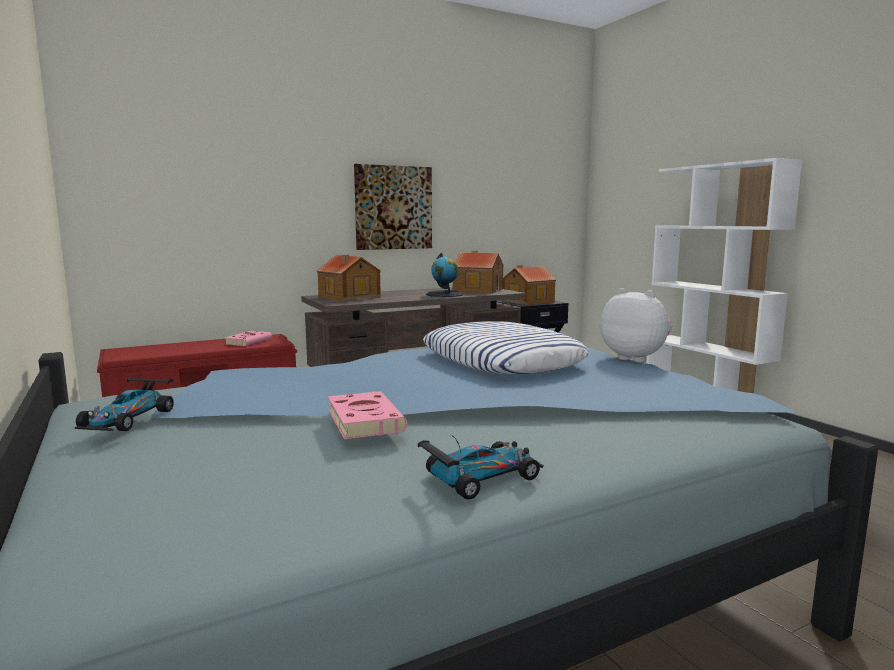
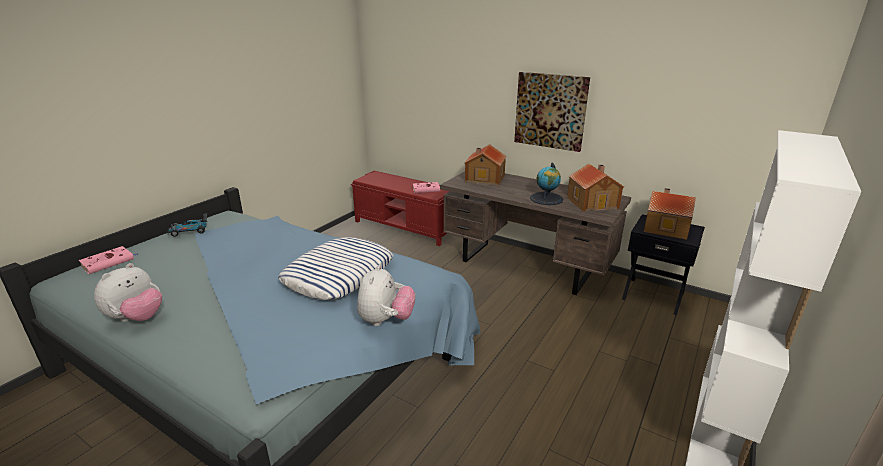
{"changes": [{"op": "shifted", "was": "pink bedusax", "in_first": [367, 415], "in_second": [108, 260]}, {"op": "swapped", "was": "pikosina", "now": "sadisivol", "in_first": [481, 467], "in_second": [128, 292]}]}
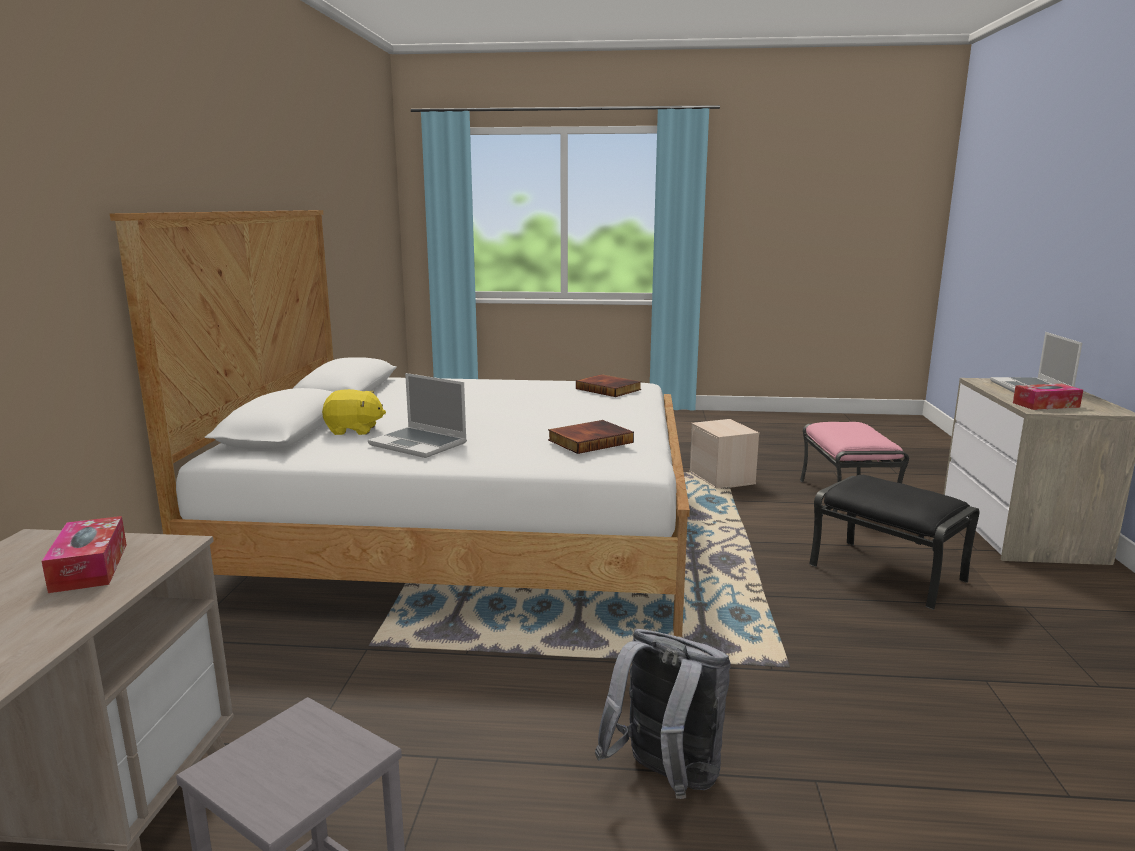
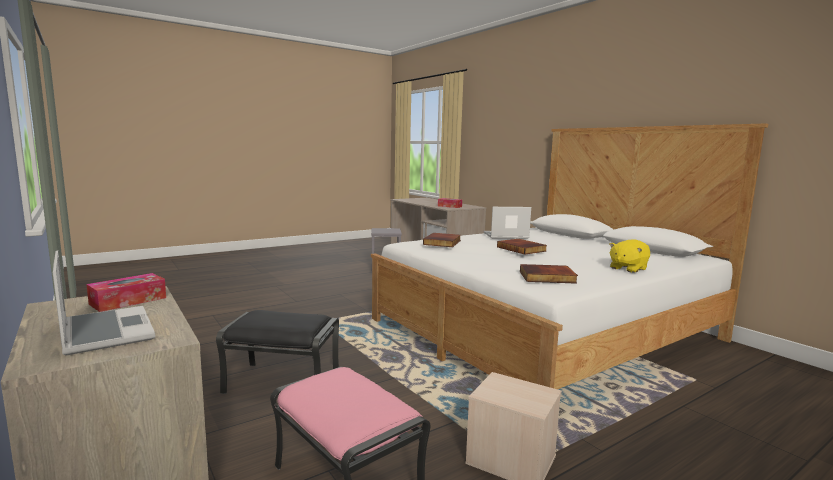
{"changes": [{"op": "new", "now": "bedusax", "in_second": [522, 247]}, {"op": "shifted", "was": "yellow sadisivol", "in_first": [354, 412], "in_second": [629, 256]}, {"op": "gone", "was": "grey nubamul", "in_first": [663, 714]}]}
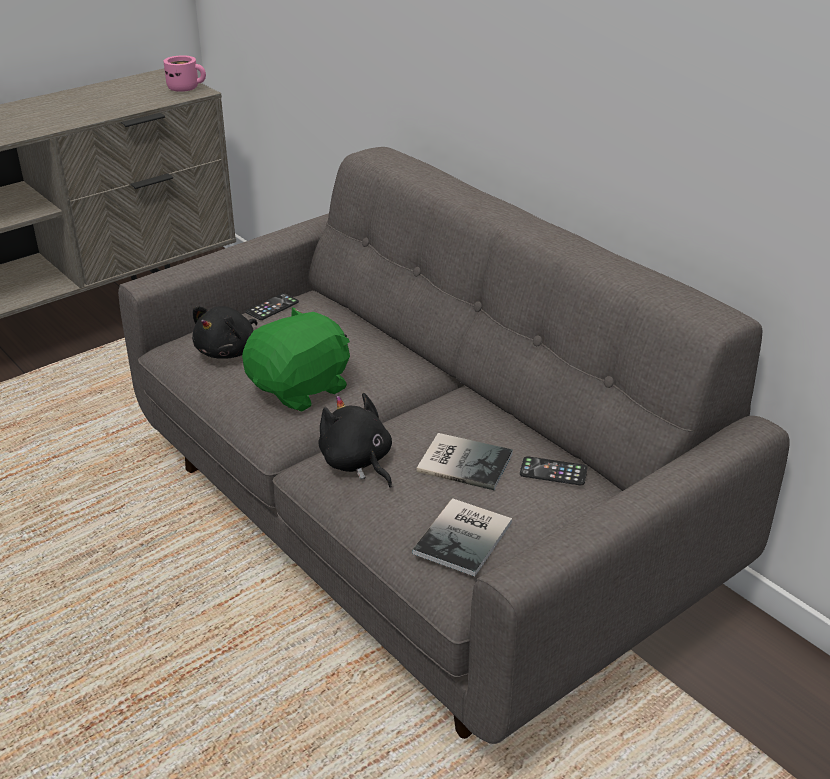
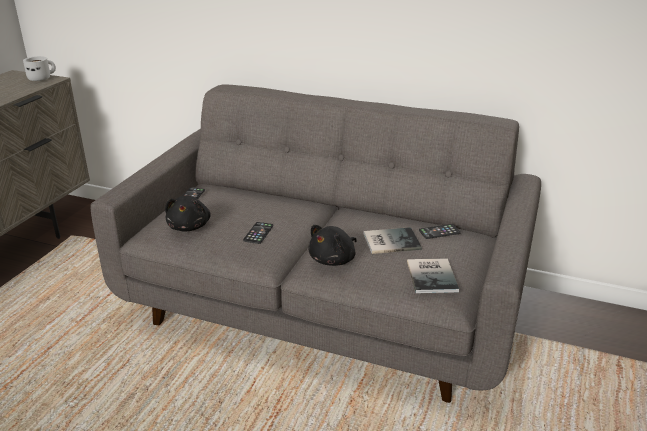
{"changes": [{"op": "repainted", "was": "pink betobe", "now": "white betobe", "in_first": [184, 73], "in_second": [39, 68]}, {"op": "swapped", "was": "green sadisivol", "now": "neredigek", "in_first": [296, 359], "in_second": [258, 233]}, {"op": "rotated", "was": "black sadisivol", "in_first": [355, 440], "in_second": [332, 245], "clockwise": -75}]}
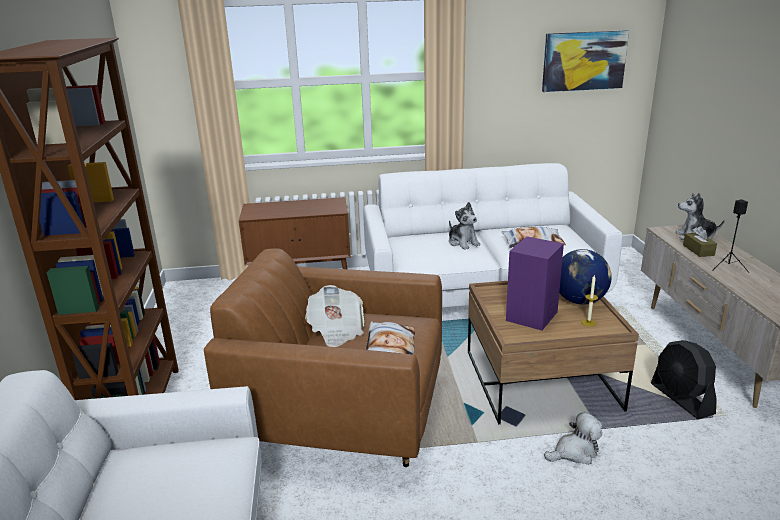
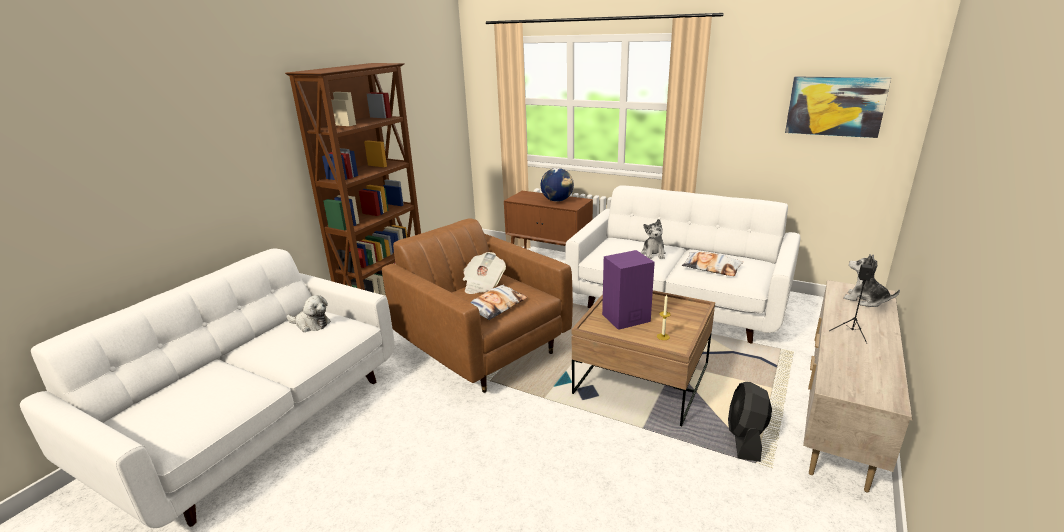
{"changes": [{"op": "shifted", "was": "sadisivol", "in_first": [573, 438], "in_second": [308, 313]}, {"op": "shifted", "was": "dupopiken", "in_first": [585, 276], "in_second": [557, 185]}, {"op": "gone", "was": "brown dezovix", "in_first": [700, 241]}]}
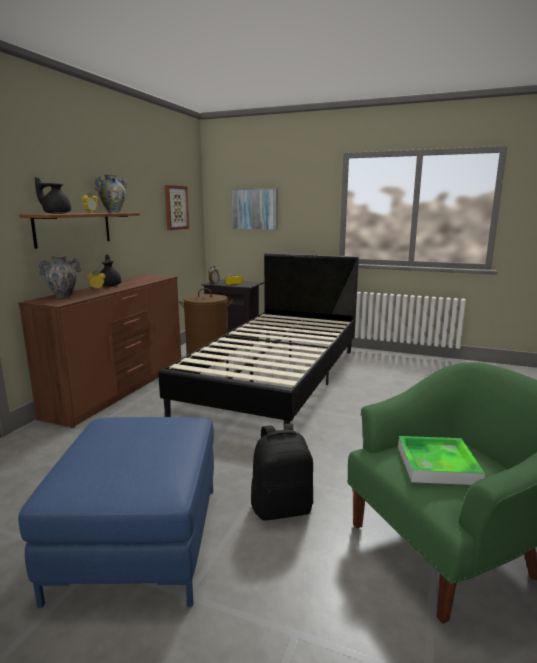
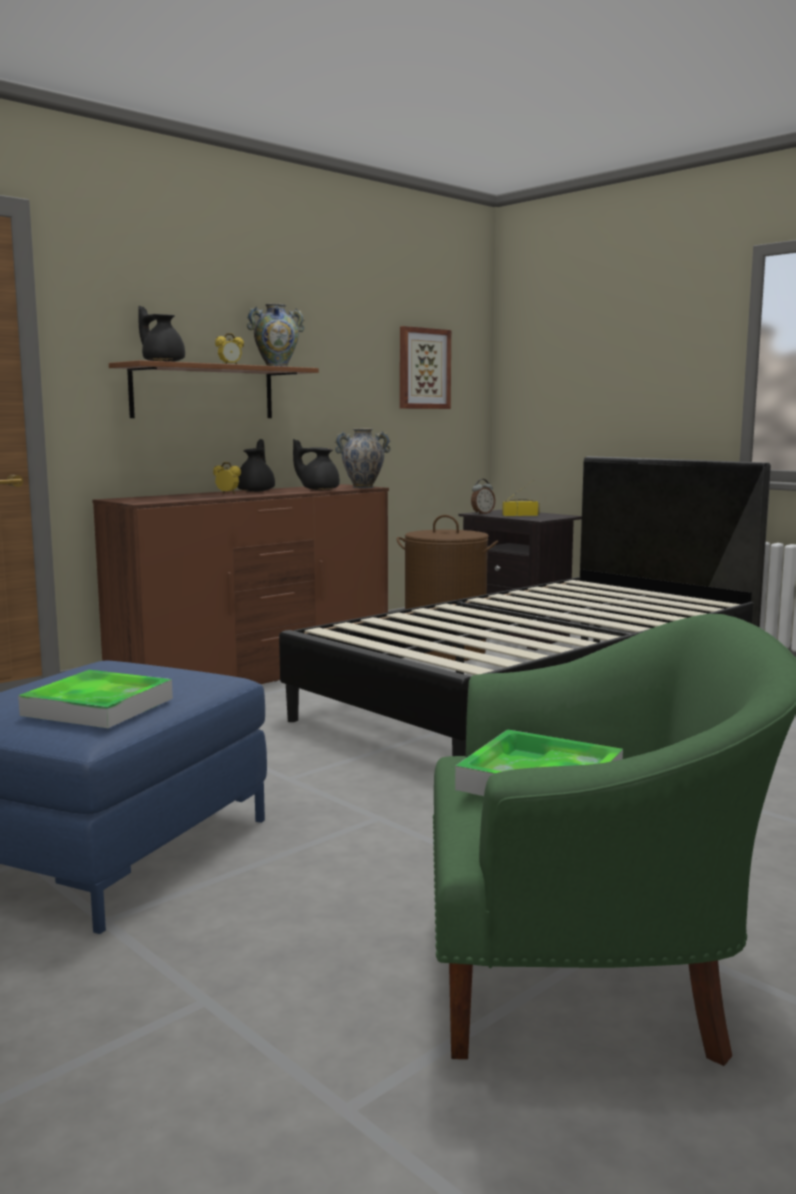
{"changes": [{"op": "new", "now": "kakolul", "in_second": [95, 699]}, {"op": "new", "now": "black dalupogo", "in_second": [316, 464]}, {"op": "shifted", "was": "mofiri", "in_first": [59, 277], "in_second": [363, 458]}, {"op": "gone", "was": "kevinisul", "in_first": [254, 209]}, {"op": "gone", "was": "black nubamul", "in_first": [282, 472]}]}
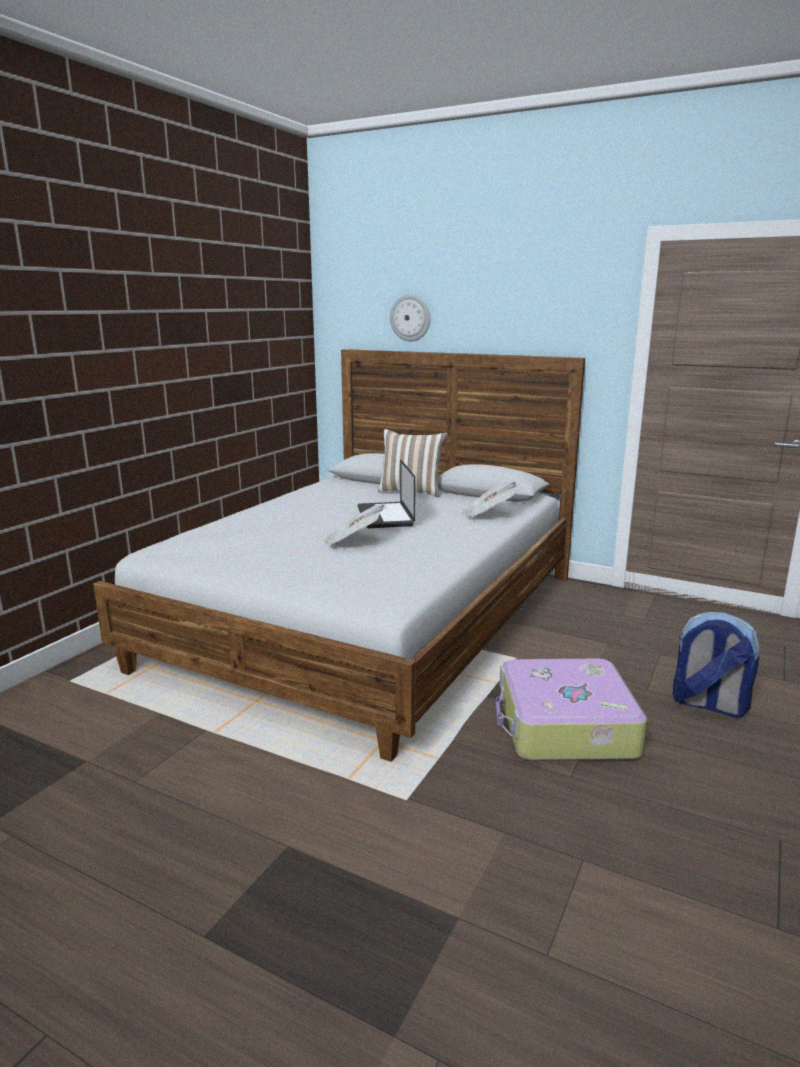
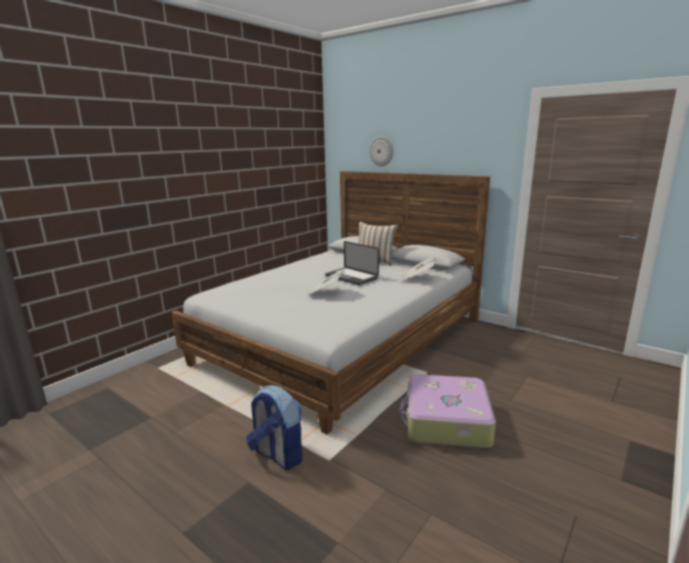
{"changes": [{"op": "shifted", "was": "nubamul", "in_first": [716, 665], "in_second": [274, 427]}, {"op": "rotated", "was": "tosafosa", "in_first": [386, 493], "in_second": [352, 263], "clockwise": -45}]}
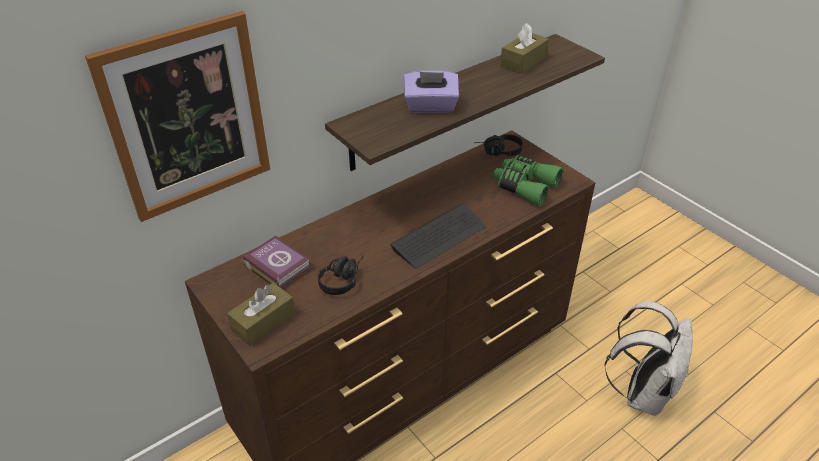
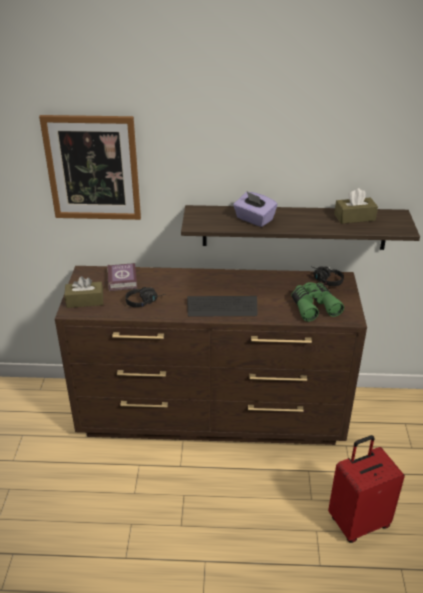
{"changes": [{"op": "swapped", "was": "white nubamul", "now": "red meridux", "in_first": [649, 358], "in_second": [366, 489]}]}
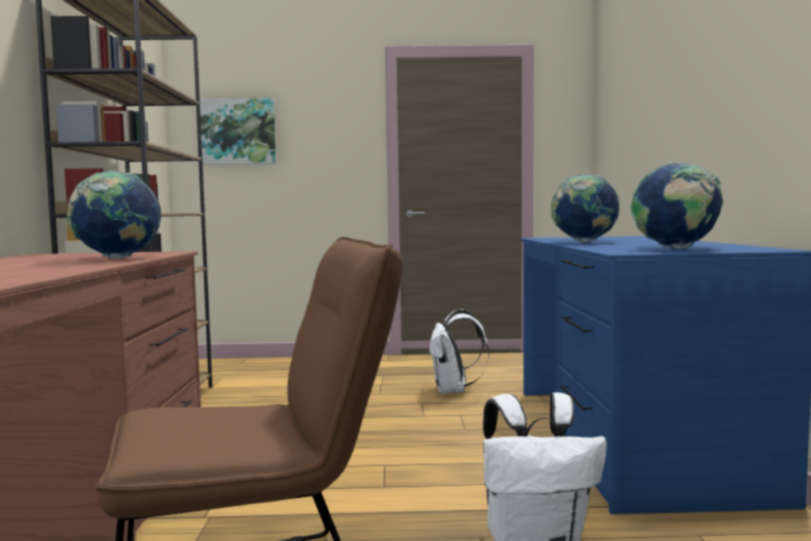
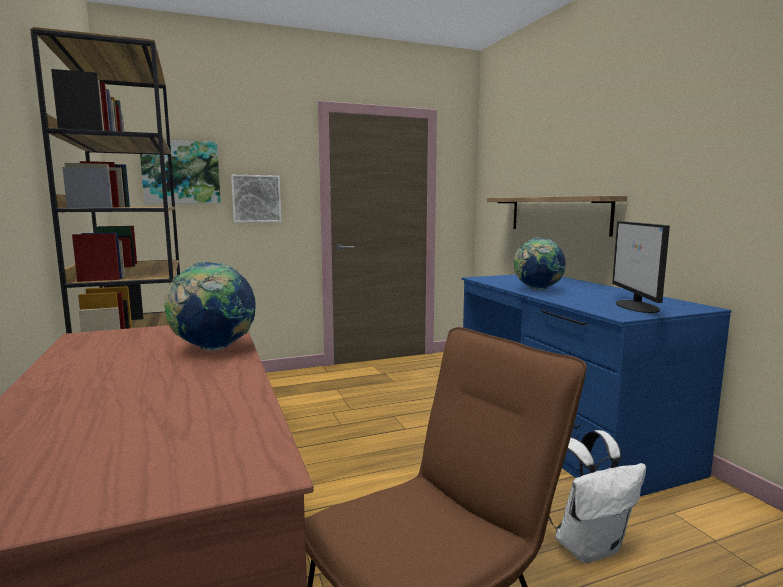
{"changes": [{"op": "new", "now": "kevinisul", "in_second": [256, 199]}, {"op": "new", "now": "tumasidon", "in_second": [557, 216]}, {"op": "swapped", "was": "dupopiken", "now": "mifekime", "in_first": [677, 205], "in_second": [641, 267]}, {"op": "gone", "was": "white nubamul", "in_first": [459, 351]}]}
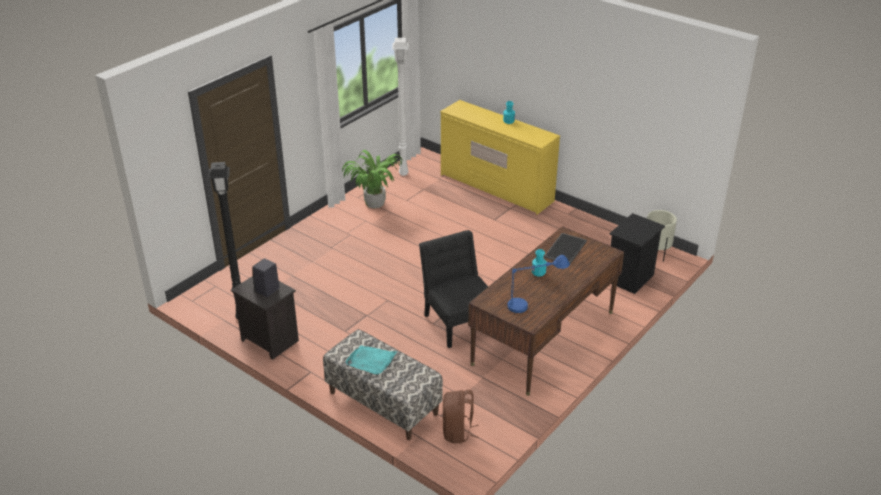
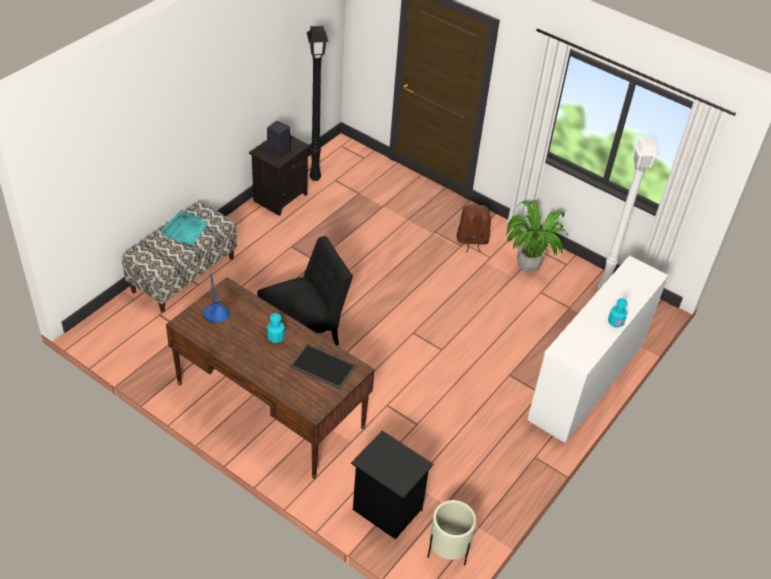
{"changes": [{"op": "shifted", "was": "brown nubamul", "in_first": [461, 416], "in_second": [474, 229]}, {"op": "repainted", "was": "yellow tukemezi", "now": "white tukemezi", "in_first": [500, 157], "in_second": [598, 349]}]}
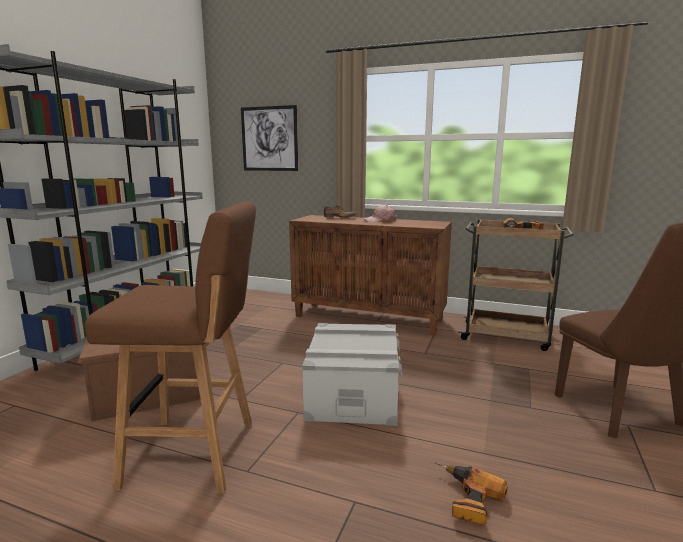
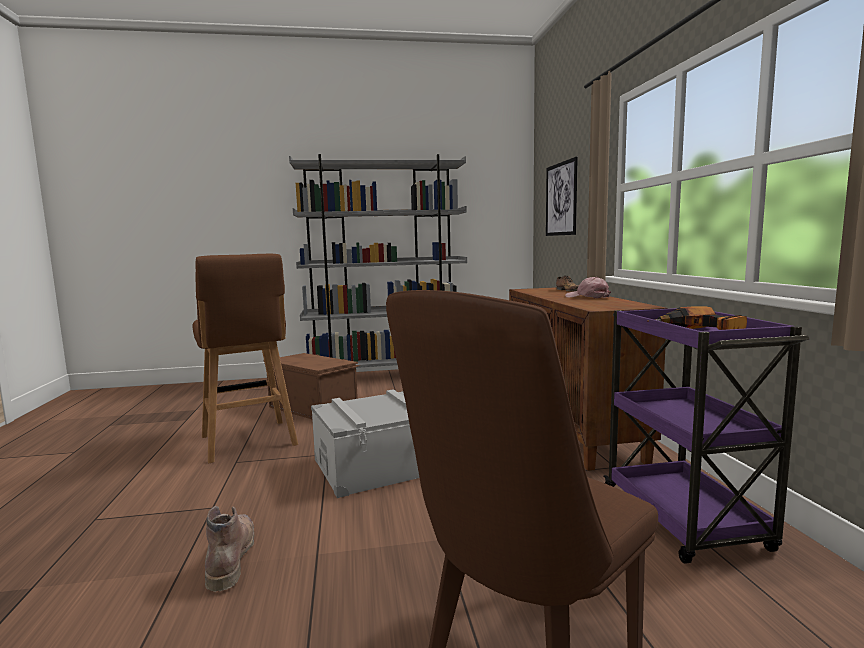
{"changes": [{"op": "swapped", "was": "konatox", "now": "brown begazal", "in_first": [471, 493], "in_second": [229, 549]}, {"op": "repainted", "was": "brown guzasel", "now": "purple guzasel", "in_first": [515, 285], "in_second": [706, 436]}]}
